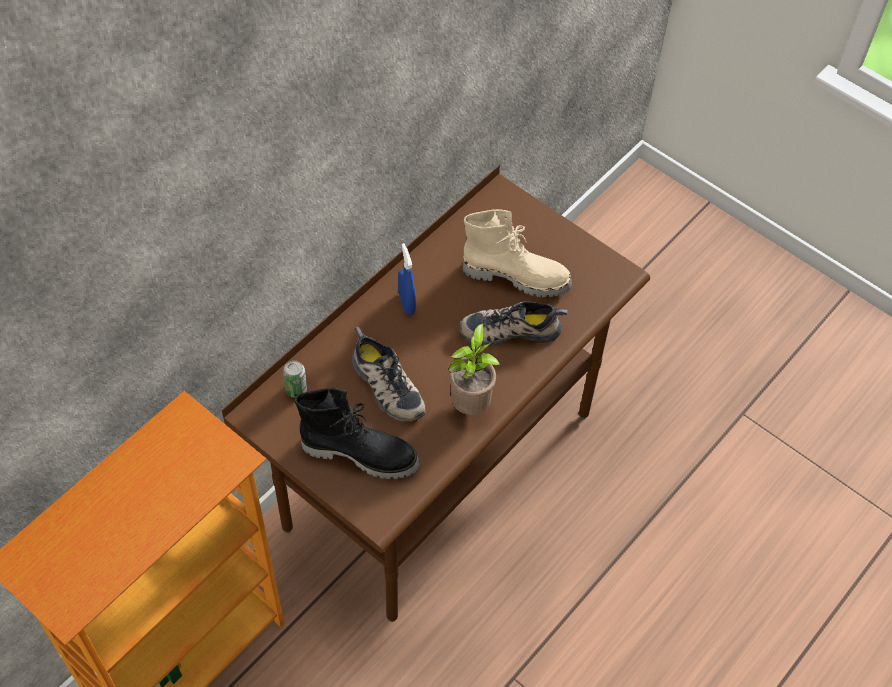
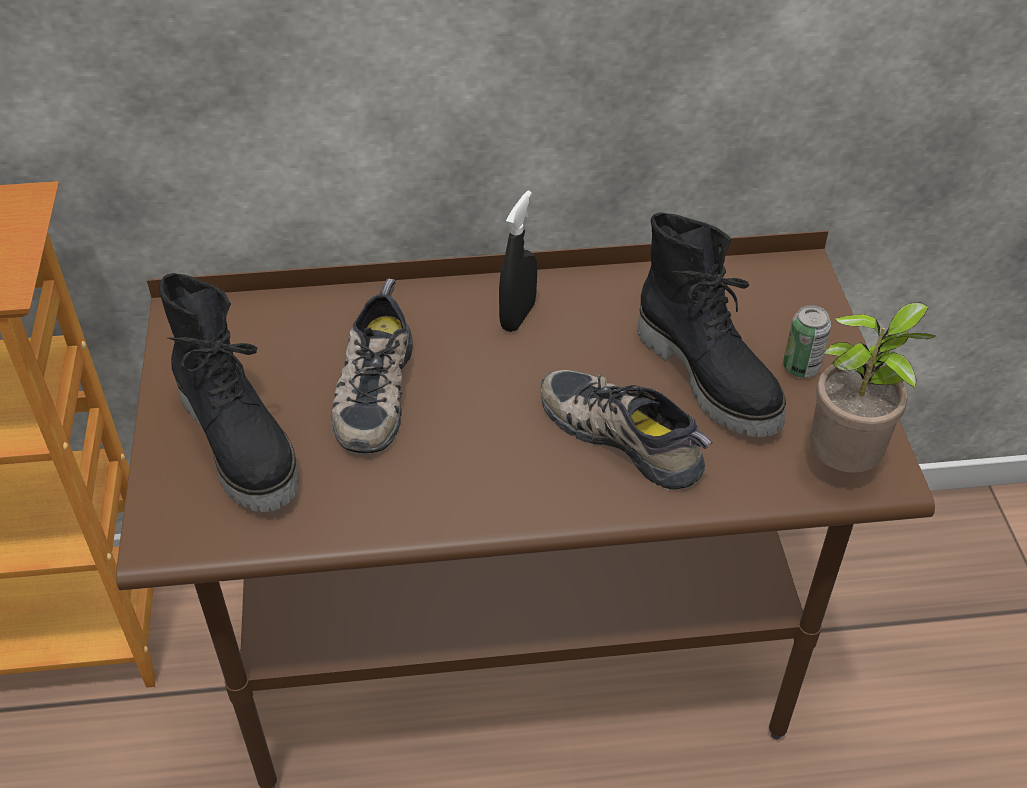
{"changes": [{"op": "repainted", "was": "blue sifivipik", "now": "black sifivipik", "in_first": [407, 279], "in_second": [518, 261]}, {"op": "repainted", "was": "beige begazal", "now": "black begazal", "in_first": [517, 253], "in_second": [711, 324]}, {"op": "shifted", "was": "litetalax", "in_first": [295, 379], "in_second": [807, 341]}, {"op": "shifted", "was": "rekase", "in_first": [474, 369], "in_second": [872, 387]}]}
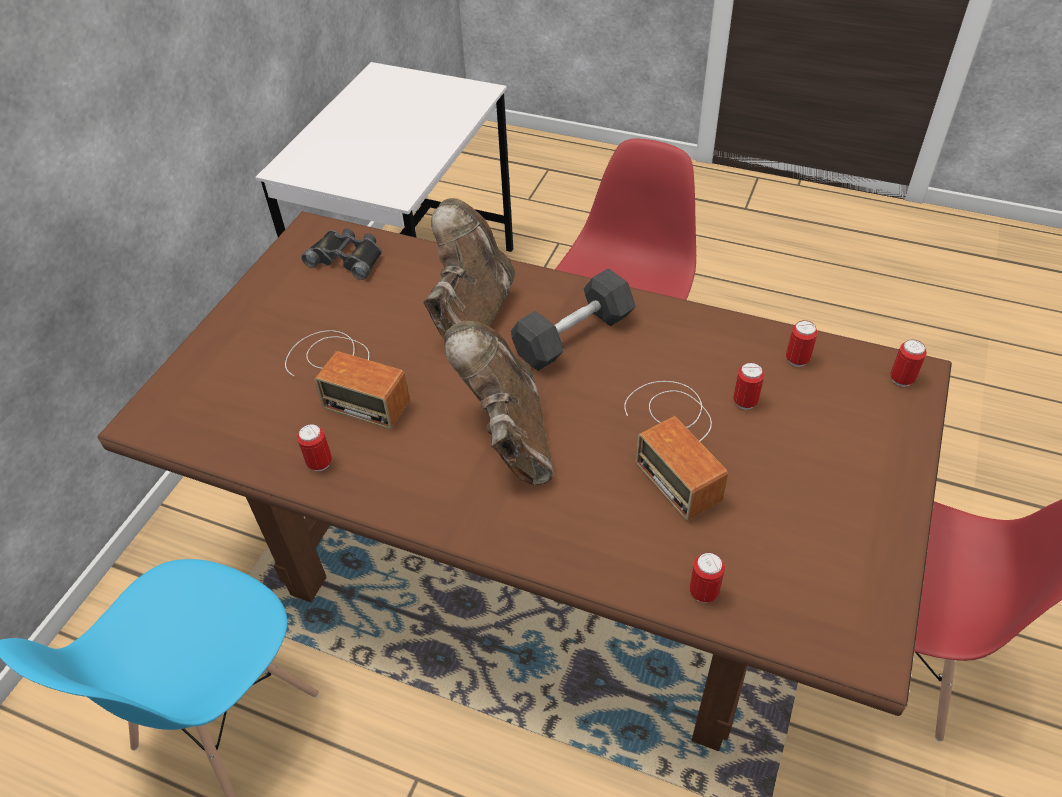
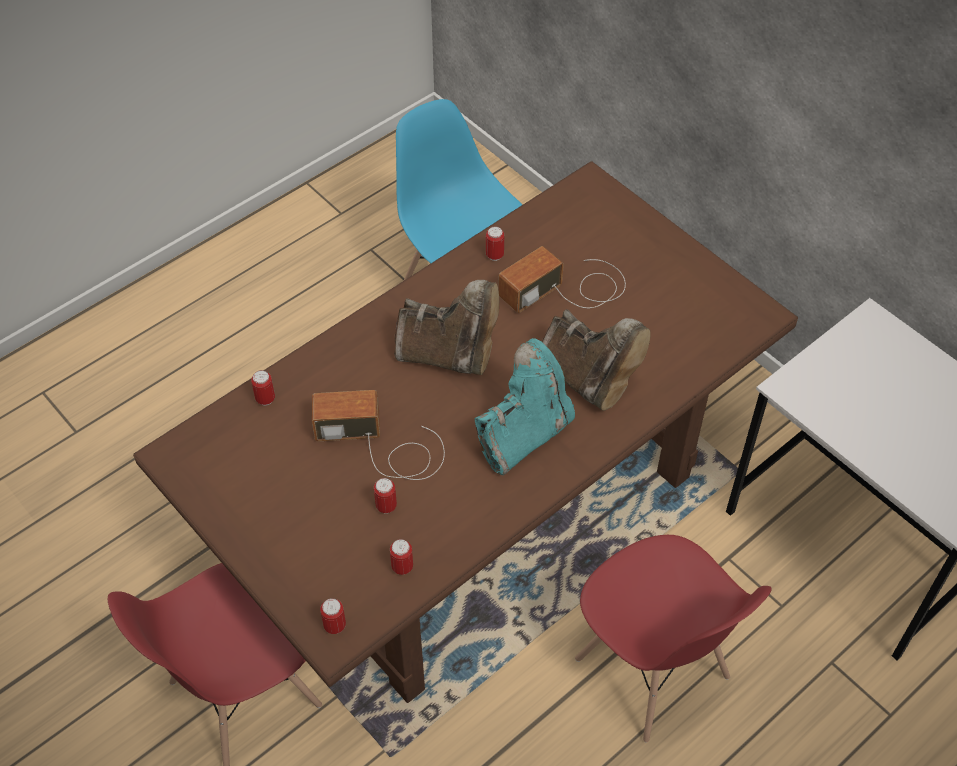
{"changes": [{"op": "swapped", "was": "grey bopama", "now": "turquoise begazal", "in_first": [573, 319], "in_second": [525, 406]}, {"op": "gone", "was": "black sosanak", "in_first": [341, 254]}]}
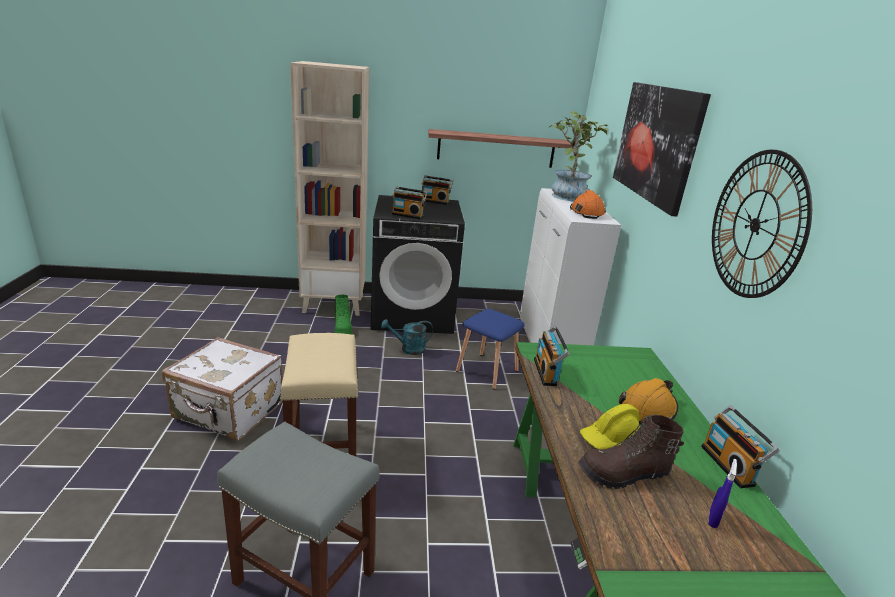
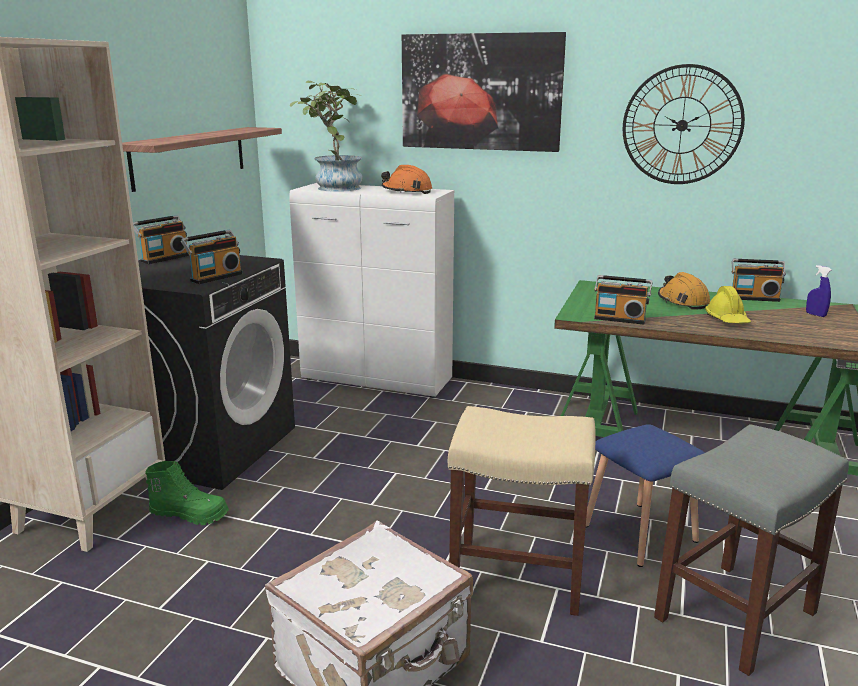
{"changes": [{"op": "shifted", "was": "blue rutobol", "in_first": [490, 349], "in_second": [645, 495]}, {"op": "gone", "was": "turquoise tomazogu", "in_first": [407, 337]}, {"op": "gone", "was": "brown begazal", "in_first": [631, 452]}]}
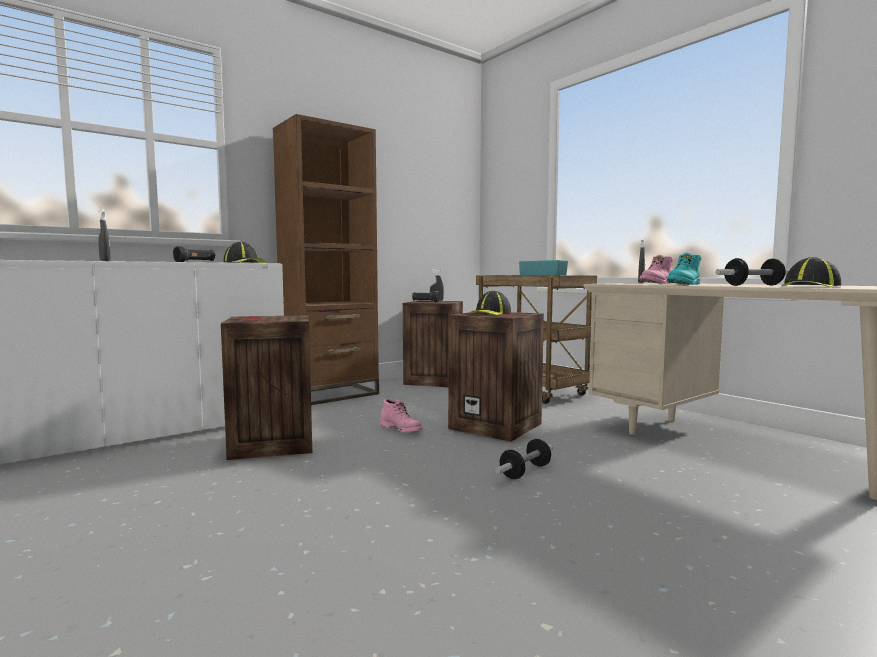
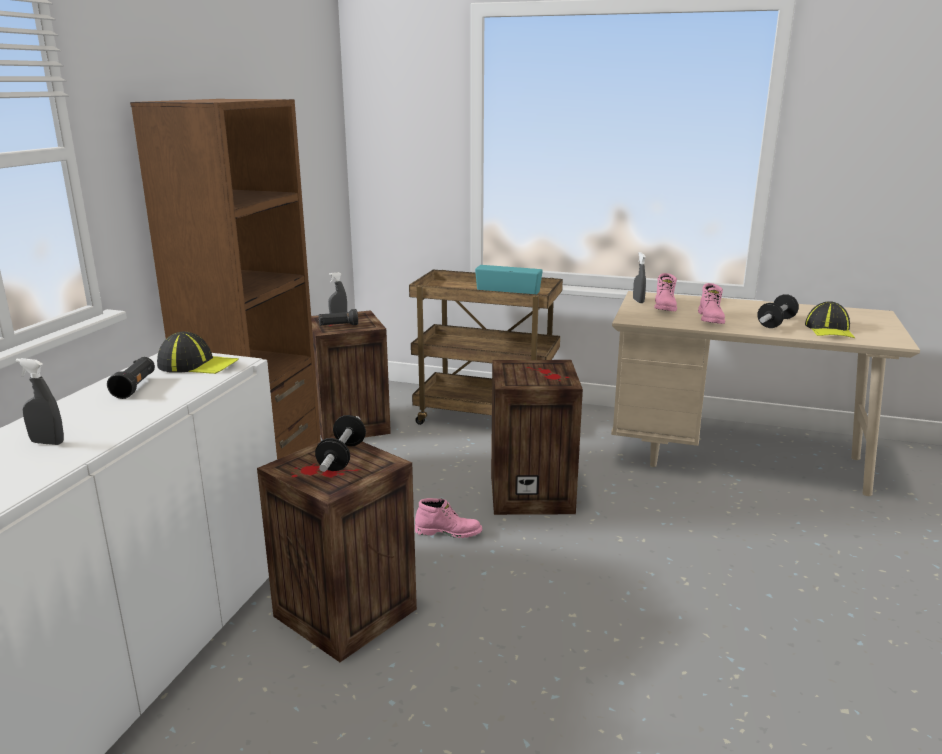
{"changes": [{"op": "shifted", "was": "bopama", "in_first": [524, 459], "in_second": [340, 443]}, {"op": "repainted", "was": "turquoise begazal", "now": "pink begazal", "in_first": [684, 269], "in_second": [712, 303]}, {"op": "gone", "was": "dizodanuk", "in_first": [489, 303]}]}
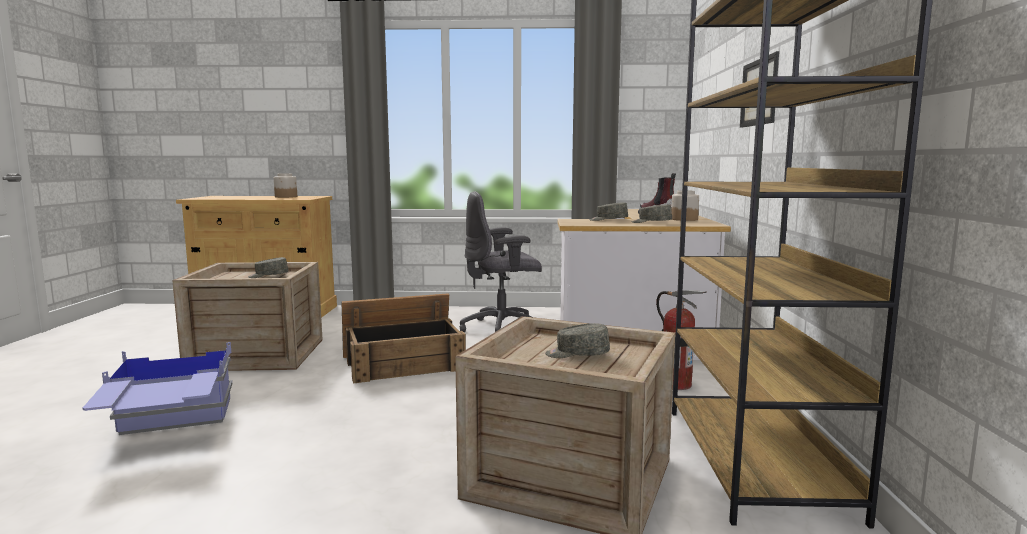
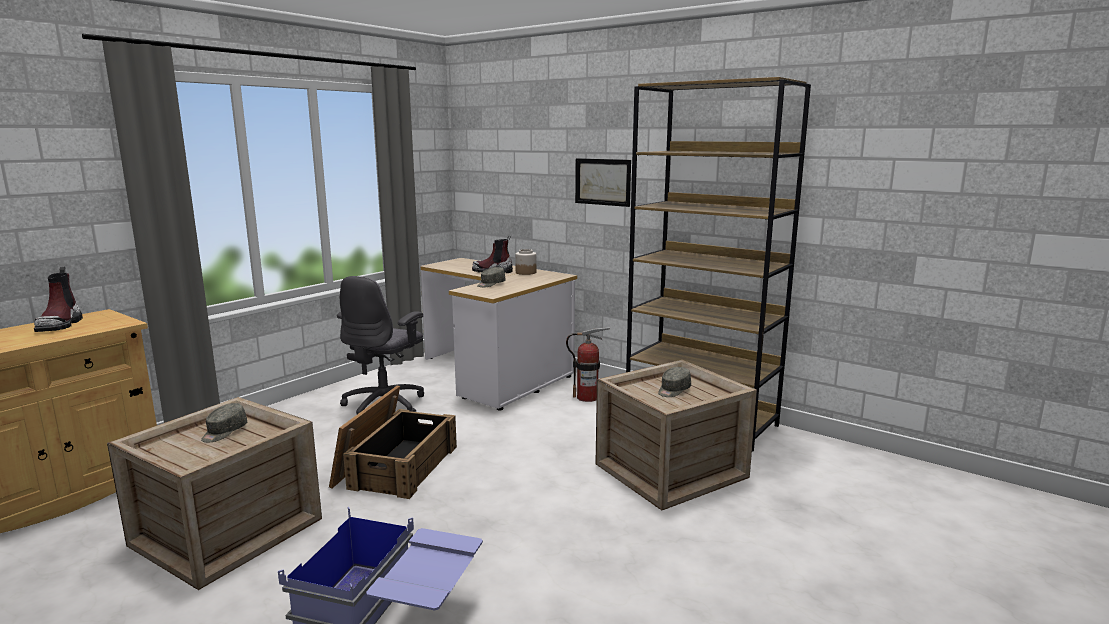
{"changes": [{"op": "swapped", "was": "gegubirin", "now": "begazal", "in_first": [285, 185], "in_second": [58, 299]}, {"op": "gone", "was": "grey dizodanuk", "in_first": [652, 213]}]}
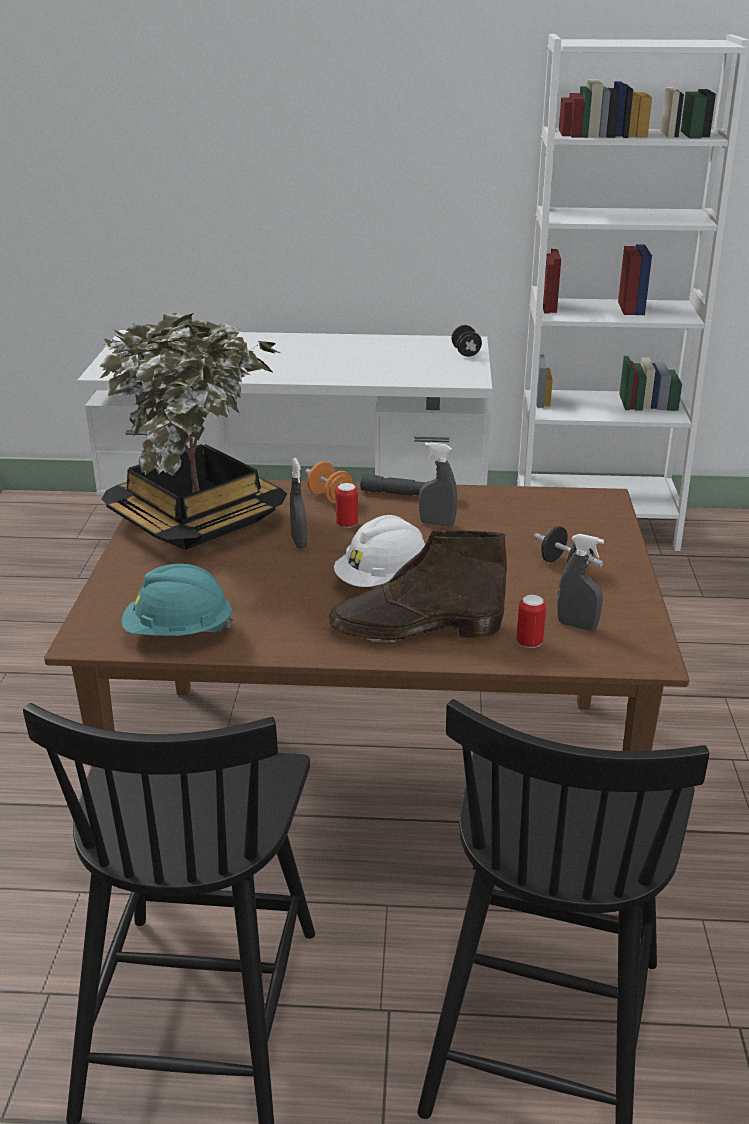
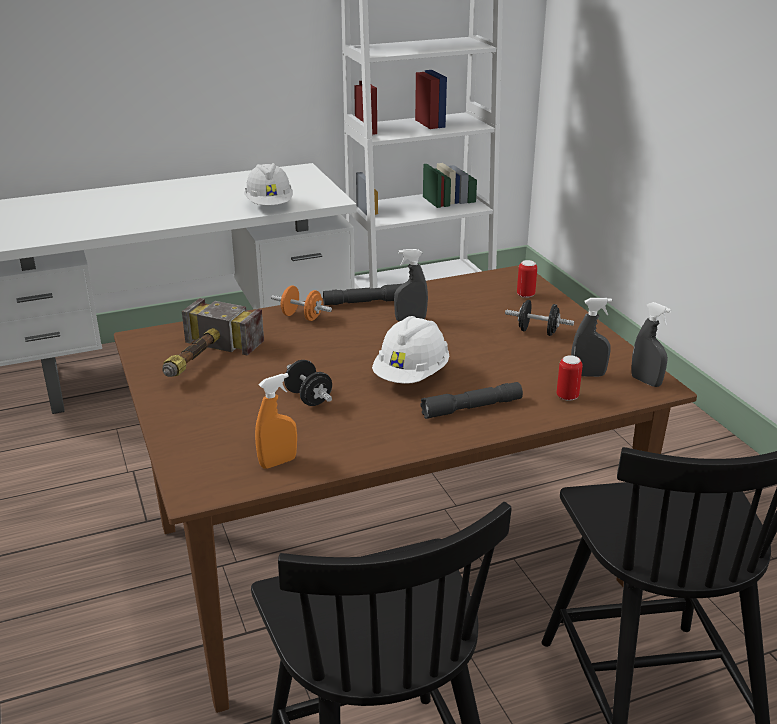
{"changes": [{"op": "swapped", "was": "rekase", "now": "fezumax", "in_first": [193, 431], "in_second": [213, 337]}, {"op": "new", "now": "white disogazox", "in_second": [268, 184]}, {"op": "swapped", "was": "turquoise disogazox", "now": "orange sifivipik", "in_first": [178, 600], "in_second": [276, 420]}, {"op": "shifted", "was": "black bopama", "in_first": [467, 341], "in_second": [308, 383]}, {"op": "swapped", "was": "brown begazal", "now": "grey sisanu", "in_first": [418, 586], "in_second": [471, 400]}, {"op": "shifted", "was": "litetalax", "in_first": [346, 505], "in_second": [527, 279]}, {"op": "shifted", "was": "grey sifivipik", "in_first": [298, 503], "in_second": [651, 344]}]}
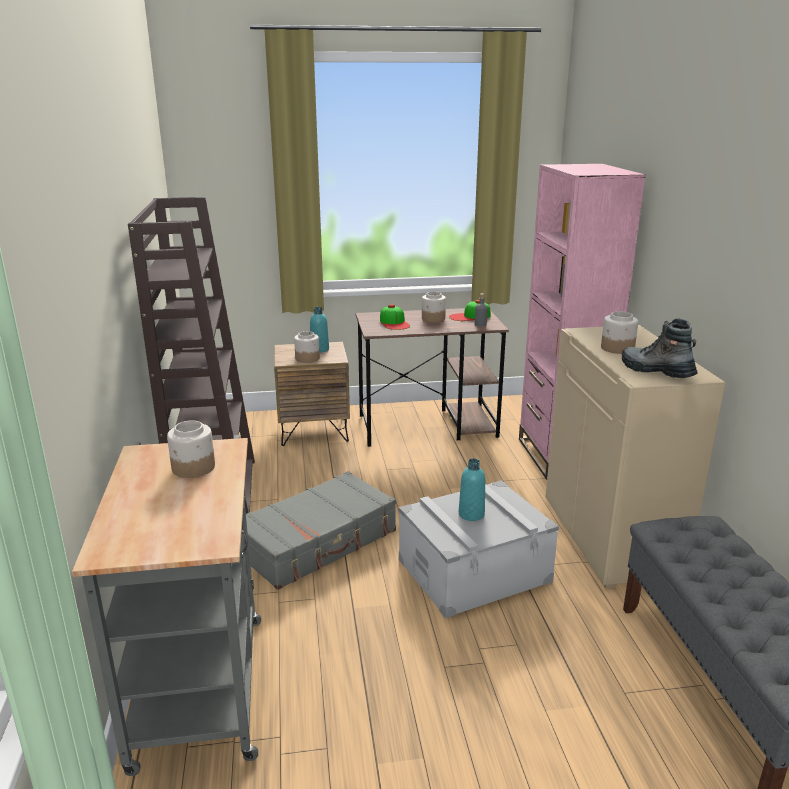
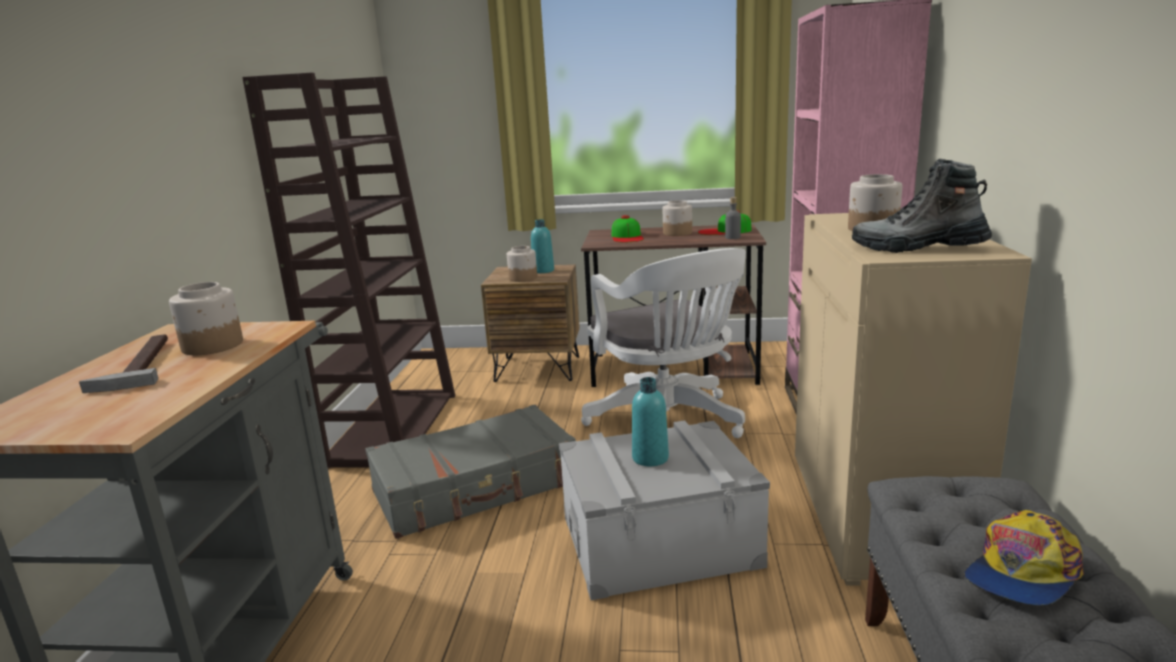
{"changes": [{"op": "new", "now": "fezumax", "in_second": [123, 363]}, {"op": "new", "now": "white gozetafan", "in_second": [663, 343]}, {"op": "rotated", "was": "begazal", "in_first": [659, 348], "in_second": [922, 206], "clockwise": -45}, {"op": "new", "now": "dizodanuk", "in_second": [1024, 557]}]}
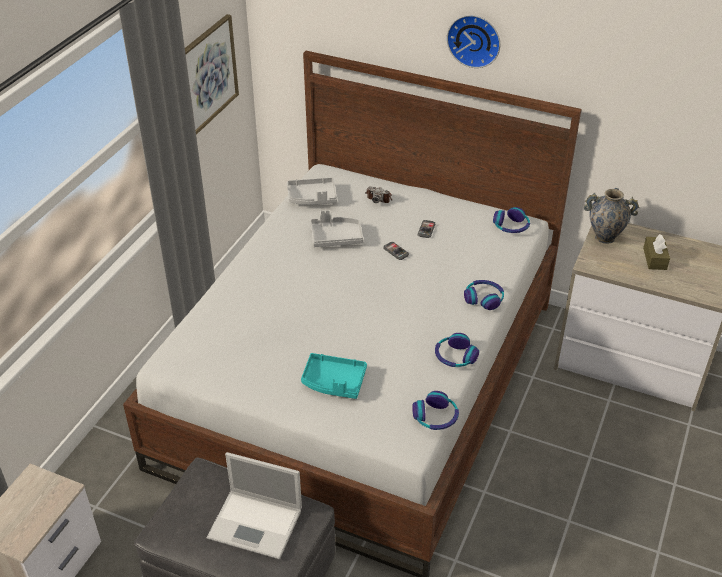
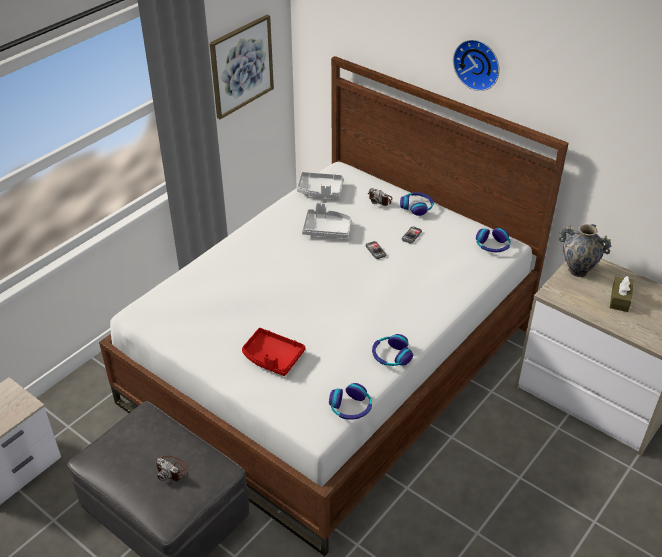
{"changes": [{"op": "swapped", "was": "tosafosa", "now": "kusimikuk", "in_first": [254, 505], "in_second": [171, 469]}, {"op": "repainted", "was": "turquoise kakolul", "now": "red kakolul", "in_first": [334, 376], "in_second": [273, 352]}, {"op": "shifted", "was": "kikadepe", "in_first": [484, 295], "in_second": [417, 204]}]}
